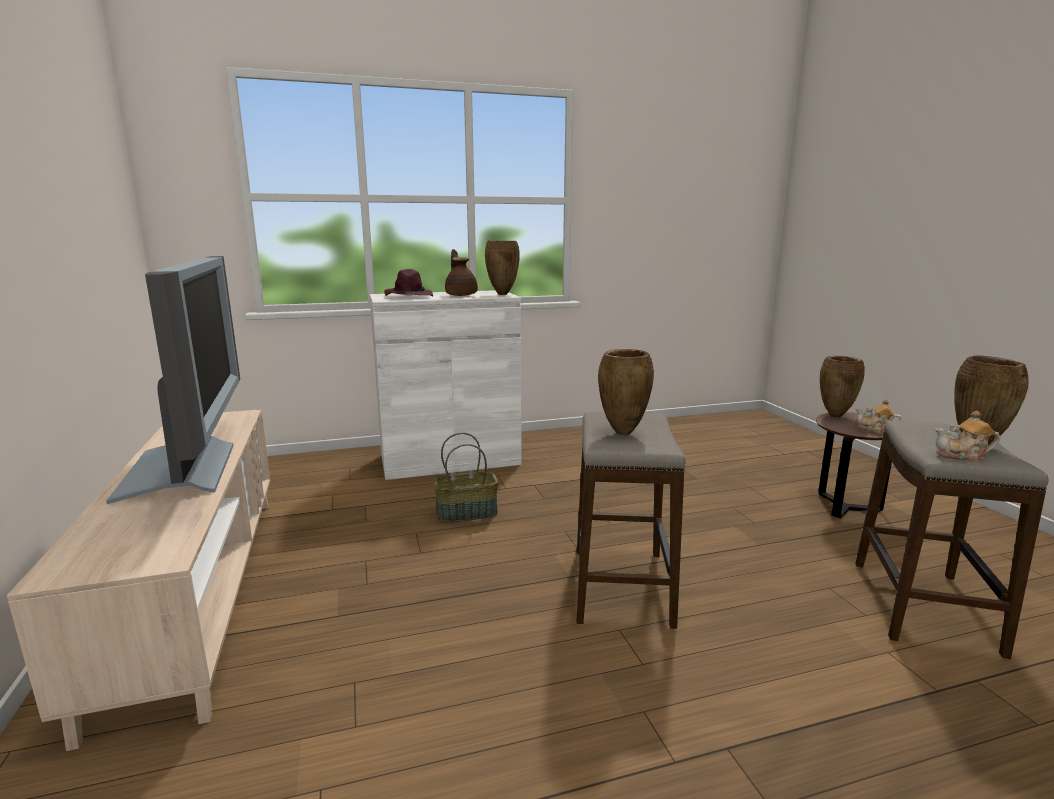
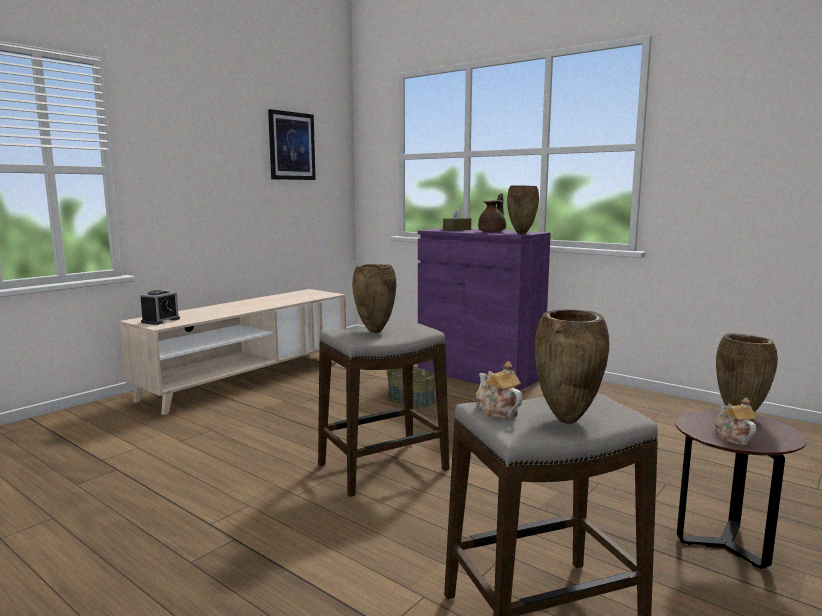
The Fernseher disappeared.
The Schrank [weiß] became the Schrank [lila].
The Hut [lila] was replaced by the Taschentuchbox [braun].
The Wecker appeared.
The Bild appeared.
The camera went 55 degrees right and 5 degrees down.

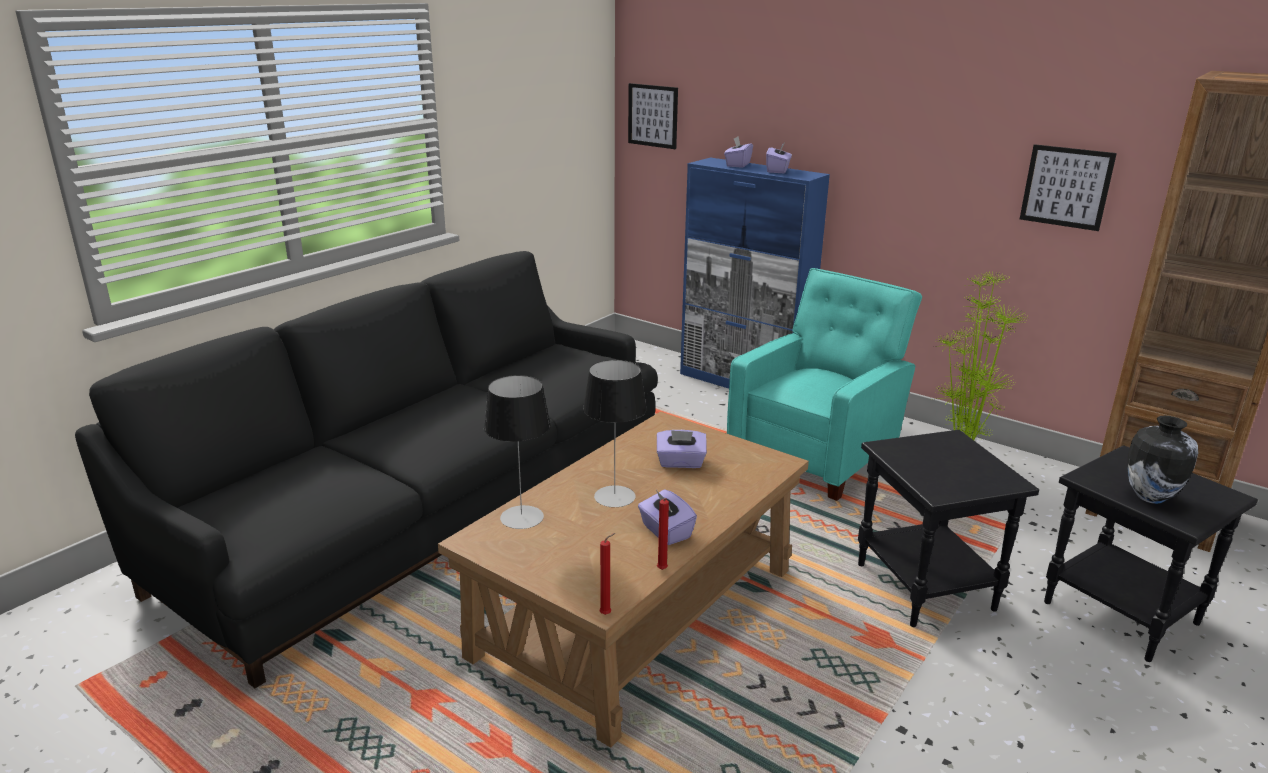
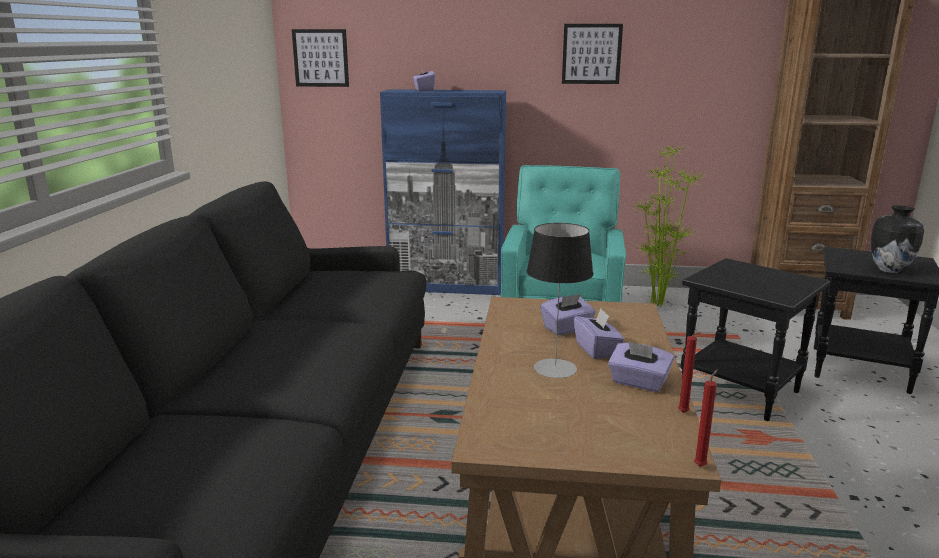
The Tischlampe (no. 1 from left) disappeared.
The Taschentuchbox [lila] (no. 4 from left in the first image) moved.
The Bild (no. 2 from left) moved.
The camera went 30 degrees left and 5 degrees down.

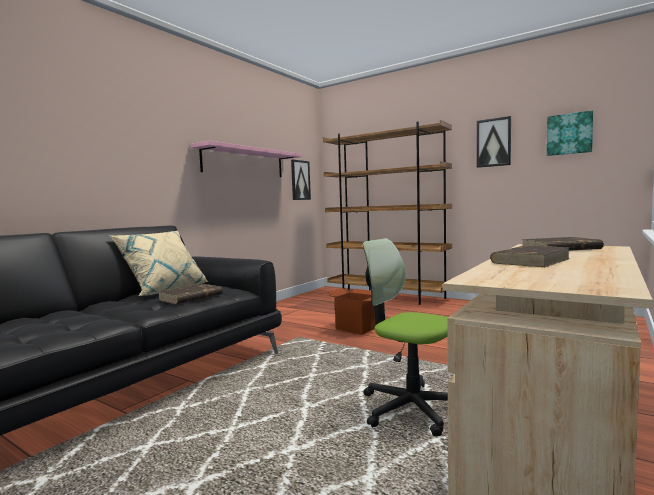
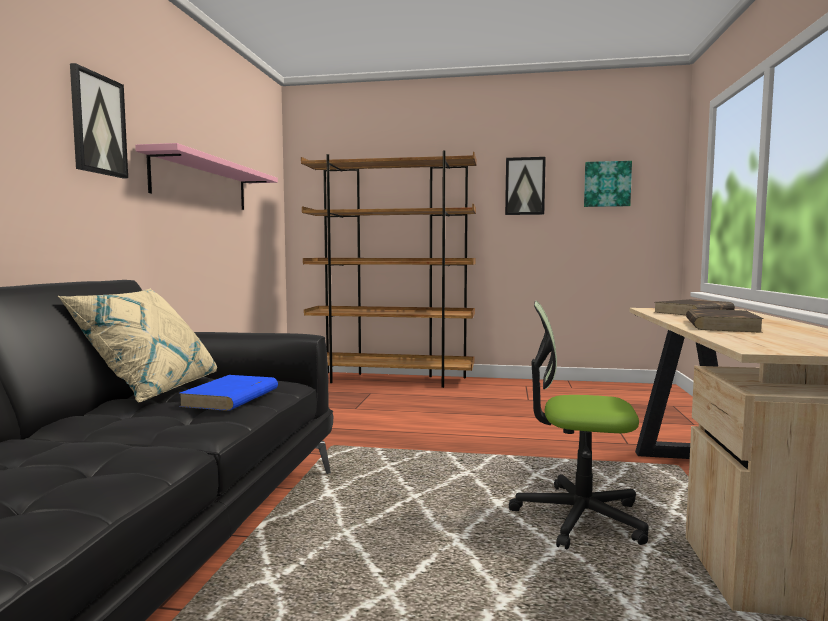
The Buch [braun] (no. 1 from left) became the Buch [blau].
The Bild (no. 1 from left) moved.
The Karton disappeared.
The camera went 25 degrees left and 0 degrees up.

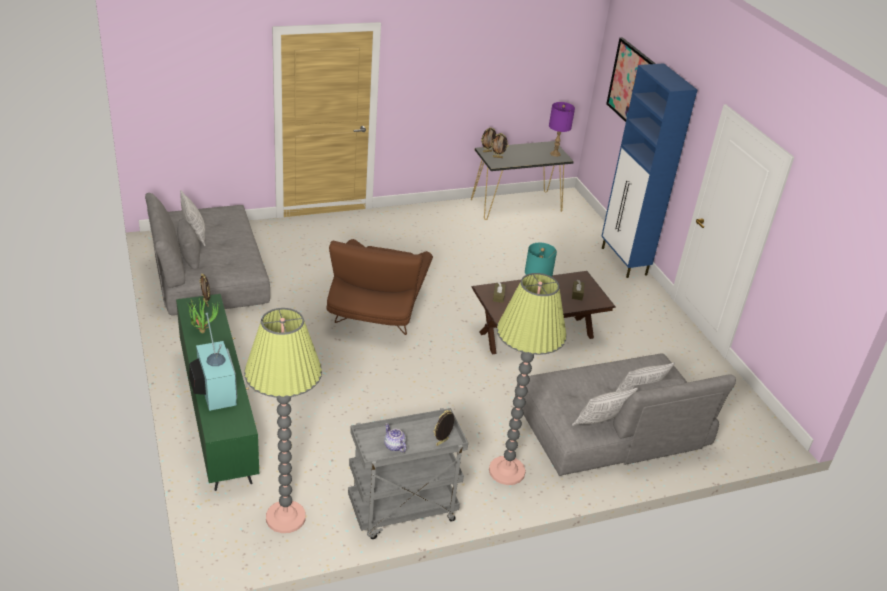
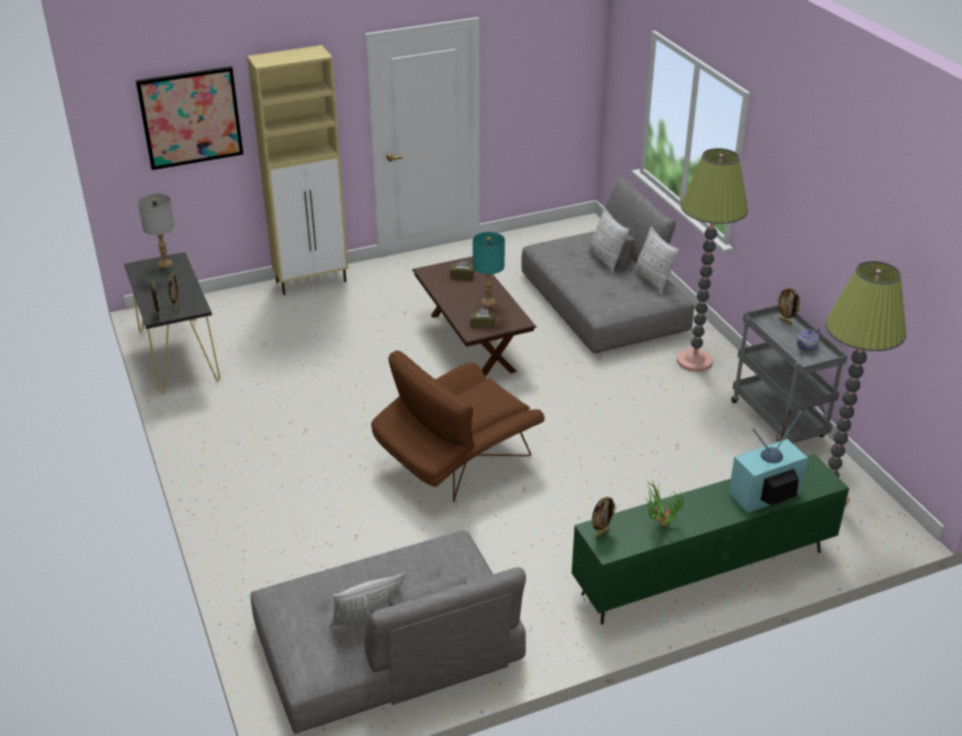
The Sessel [braun] turned 135 degrees clockwise.
The Tischlampe [lila] became the Tischlampe [grau].
The Schrank [blau] became the Schrank [beige].
The camera went 90 degrees left and 0 degrees up.

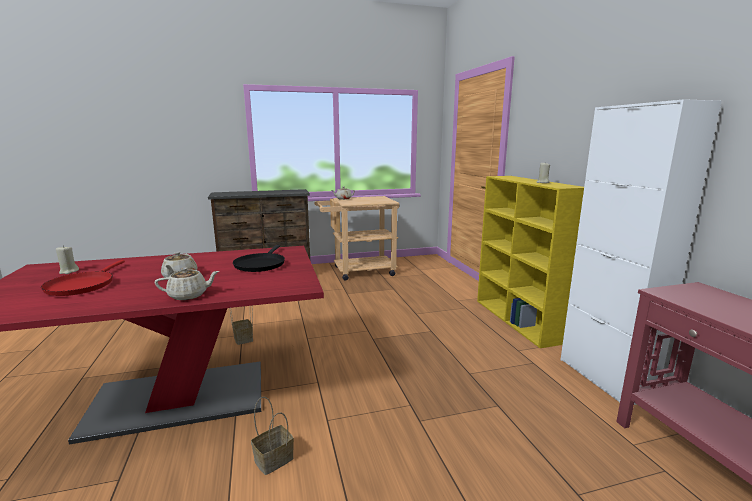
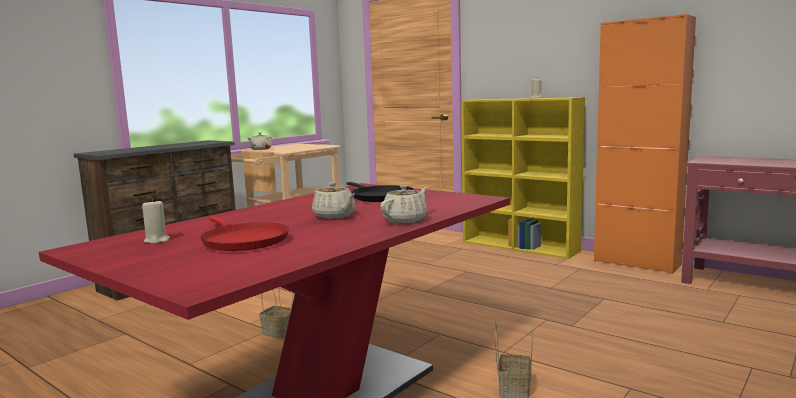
The Schrank [weiß] became the Schrank [orange].
The camera went 35 degrees left and 5 degrees down.

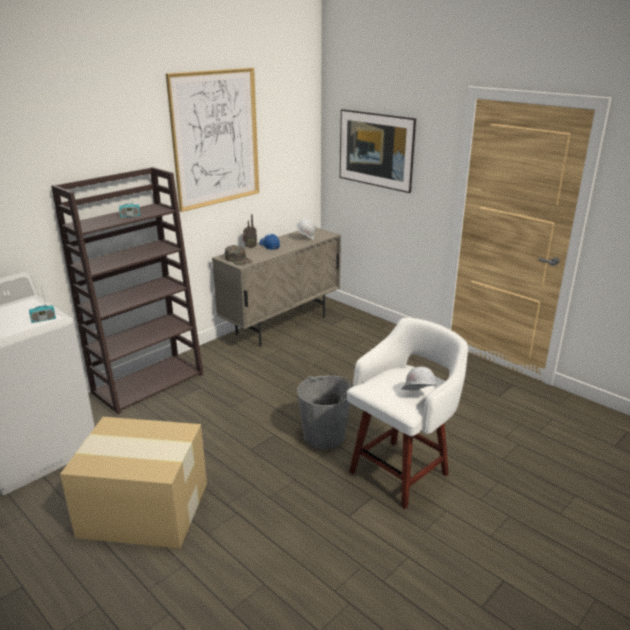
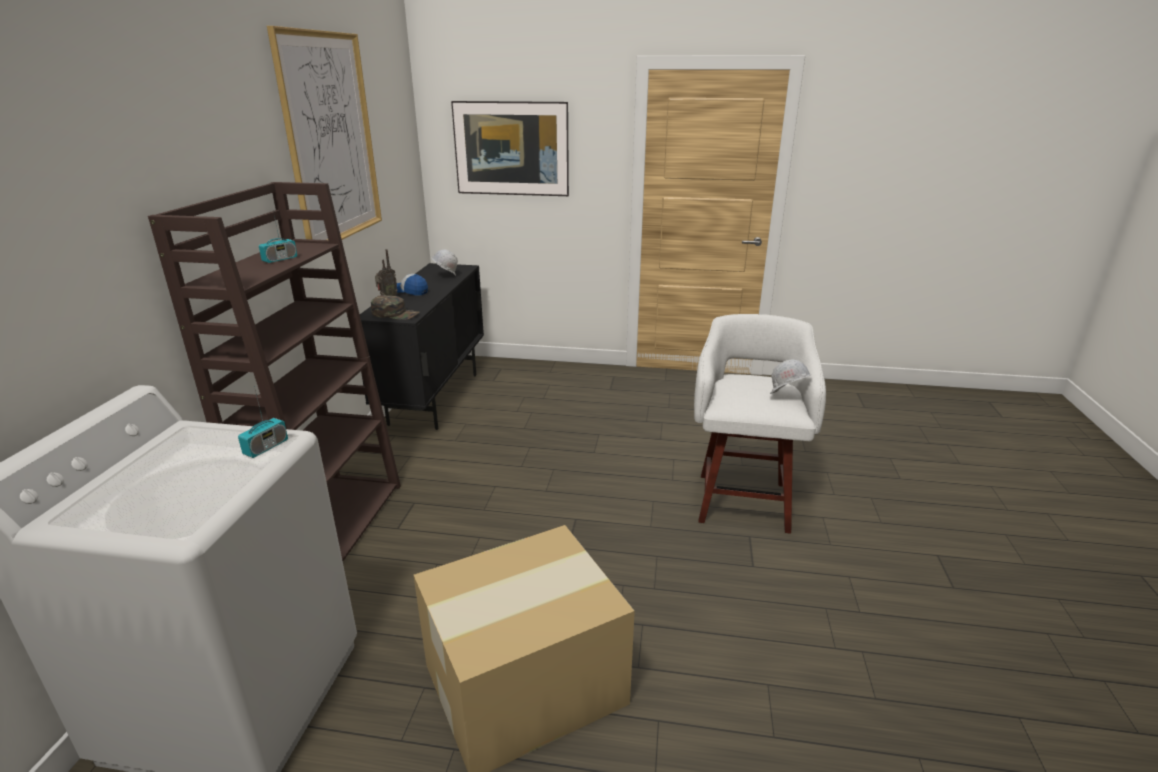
The Schrank [beige] became the Schrank [schwarz].
The Eimer [grau] disappeared.
The camera went 35 degrees left and 0 degrees up.

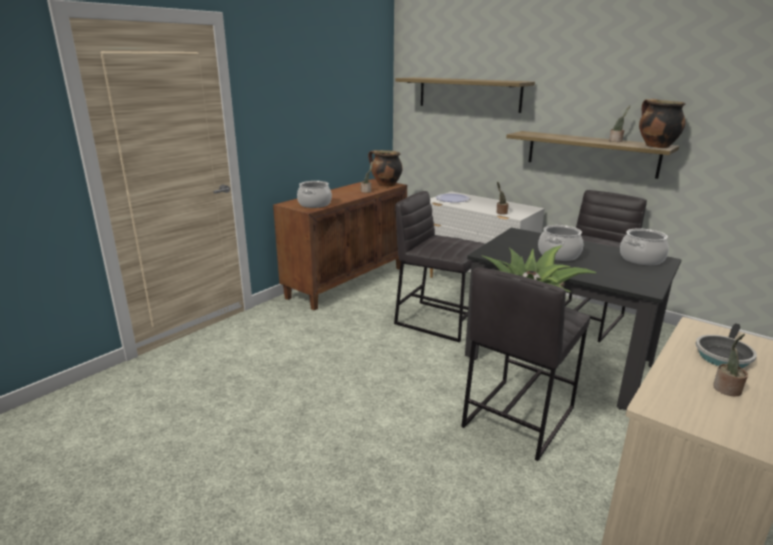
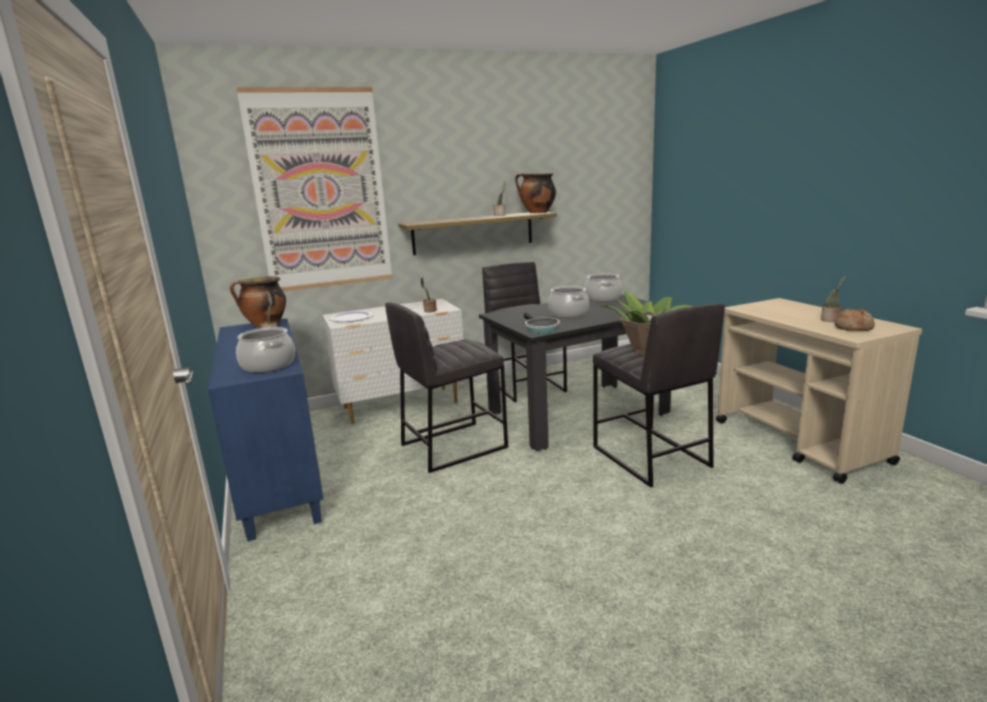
The Schrank [braun] became the Schrank [blau].
The Wandregal (no. 1 from left) was replaced by the Bild.
The Pfanne moved.
The Brot appeared.
The camera went 60 degrees left and 5 degrees down.

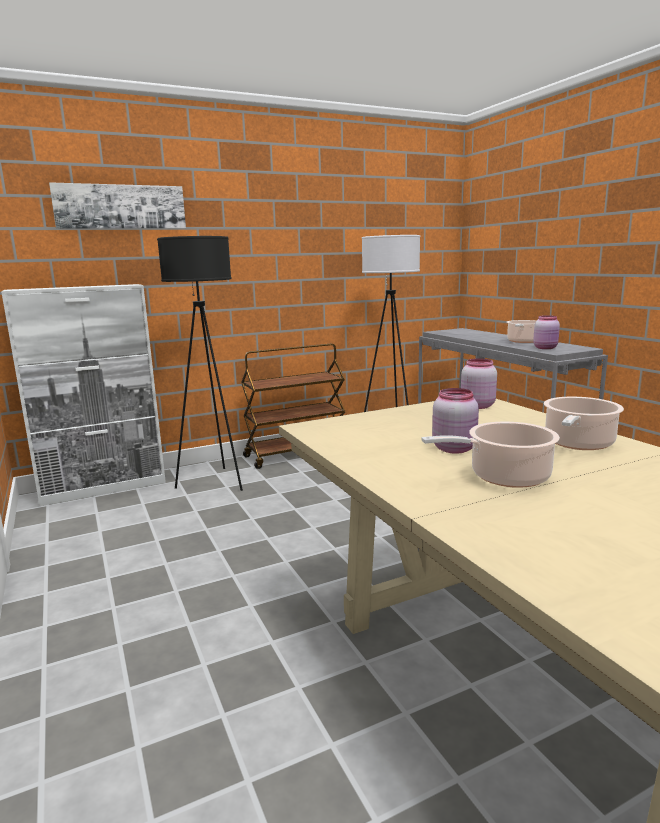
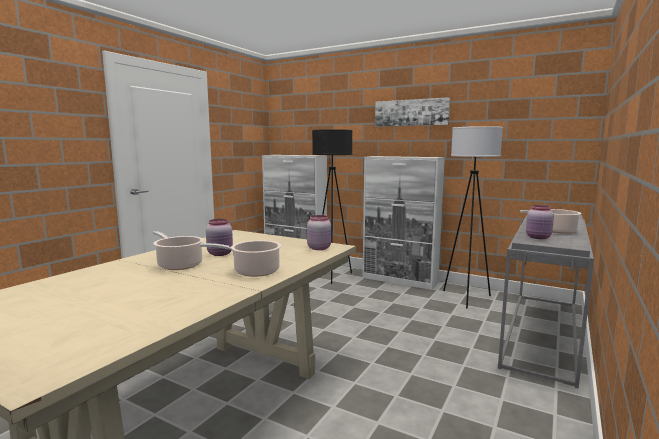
The Bild moved.
The Rollwagen [braun] was replaced by the Schrank [weiß] (no. 2 from left).
The camera went 55 degrees right and 5 degrees down.

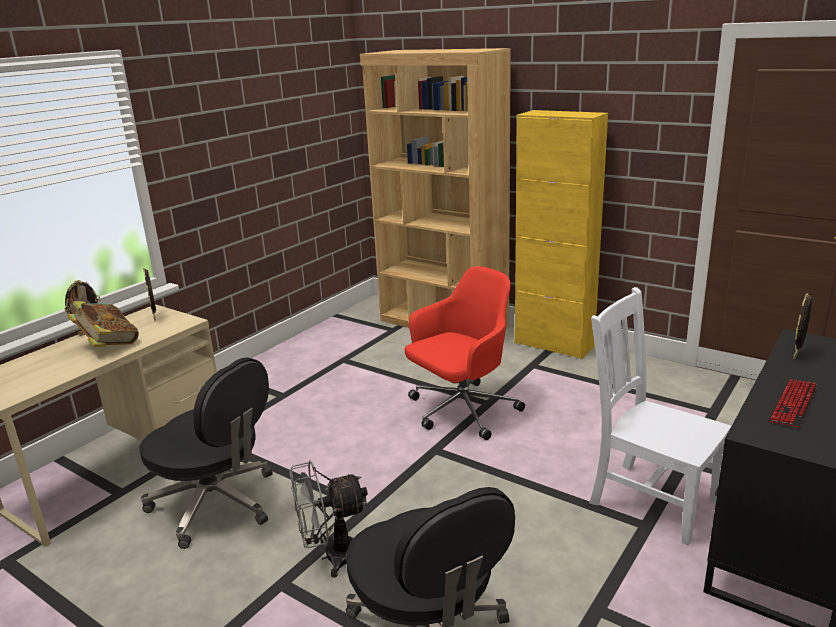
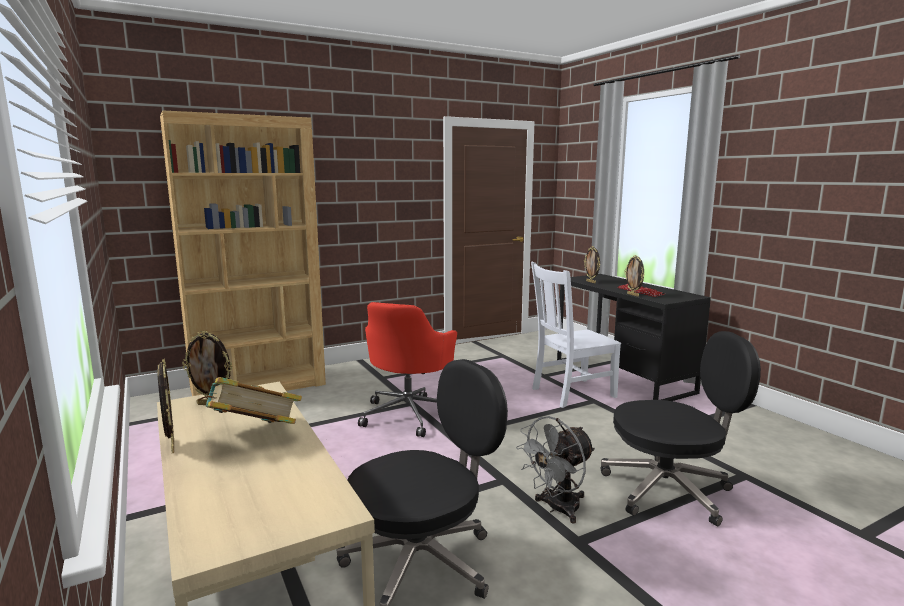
The Ventilator [grau] turned 45 degrees clockwise.
The Bürostuhl [rot] turned 150 degrees counterclockwise.
The Schrank [gelb] disappeared.
The Bilderrahmen (no. 4 from left) appeared.
The camera went 65 degrees left and 10 degrees down.

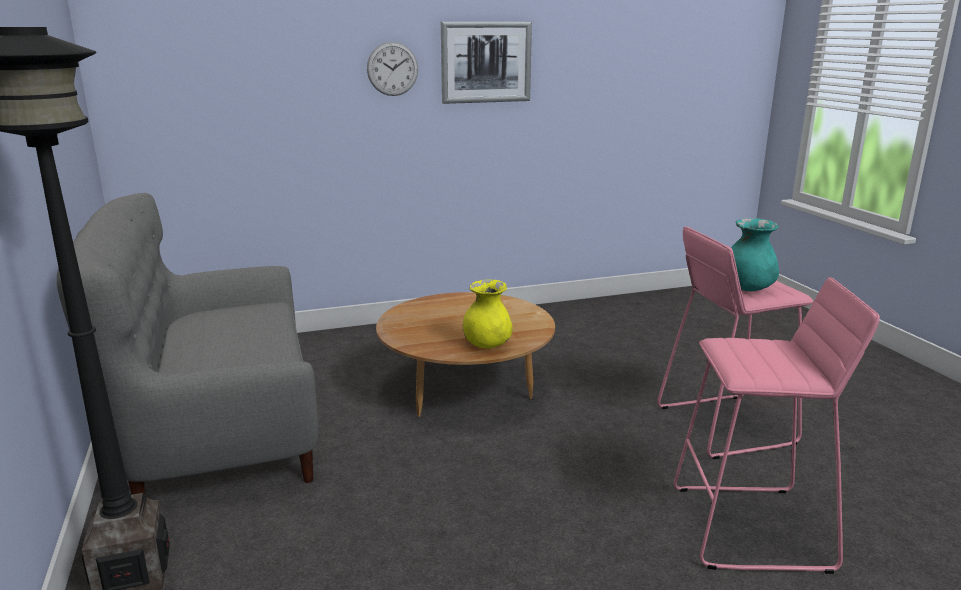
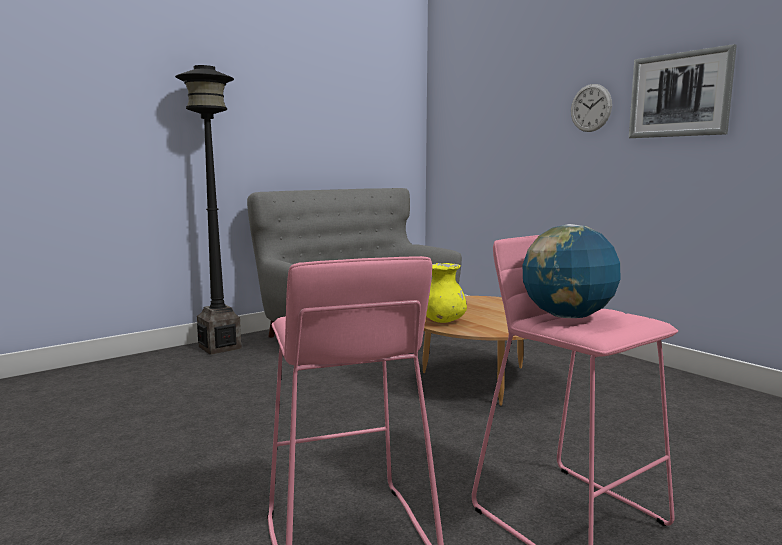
The Vase [türkis] was replaced by the Globus.
The camera went 70 degrees right and 10 degrees down.

